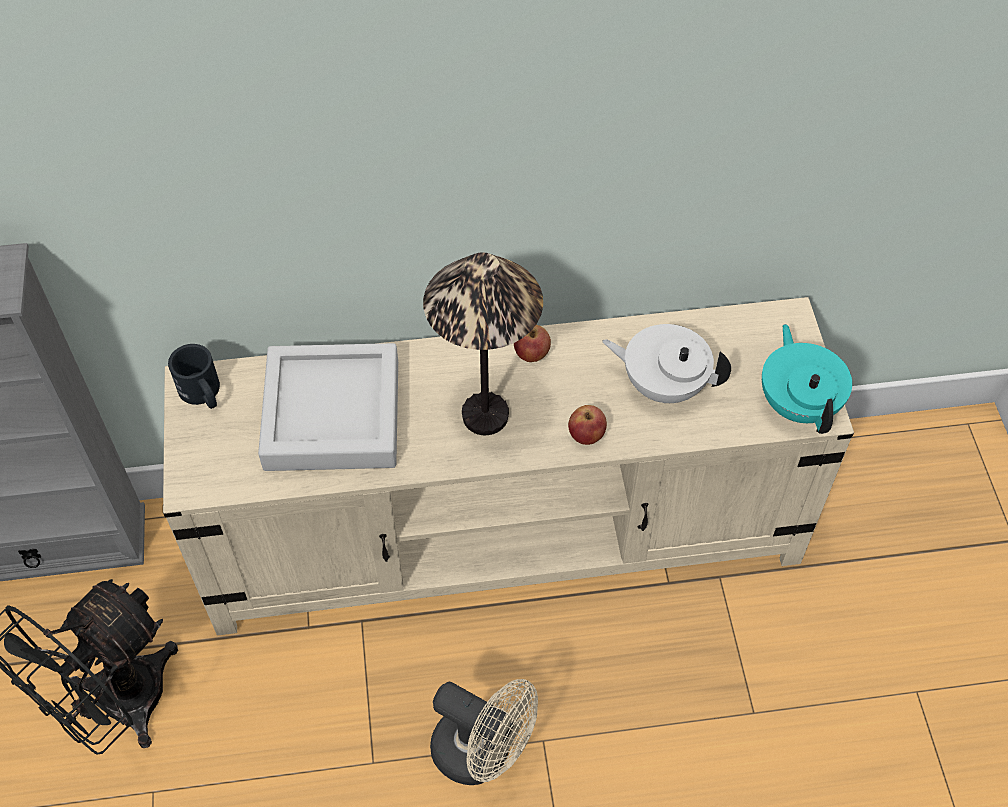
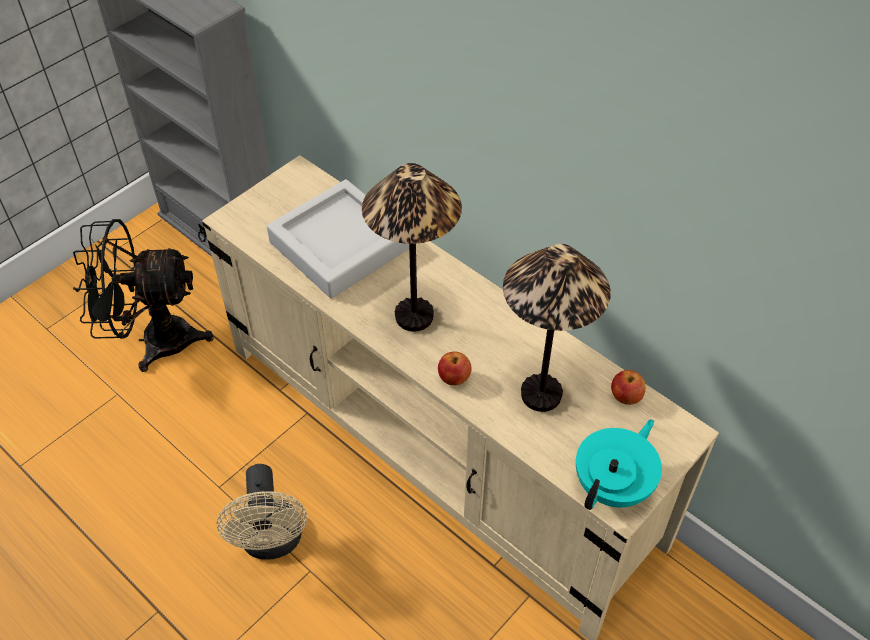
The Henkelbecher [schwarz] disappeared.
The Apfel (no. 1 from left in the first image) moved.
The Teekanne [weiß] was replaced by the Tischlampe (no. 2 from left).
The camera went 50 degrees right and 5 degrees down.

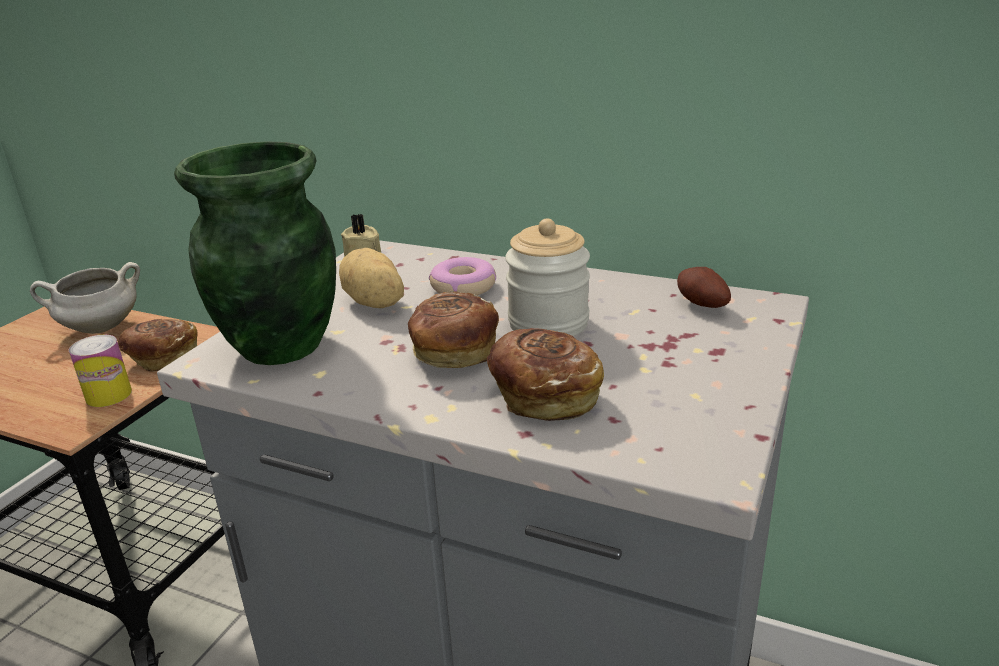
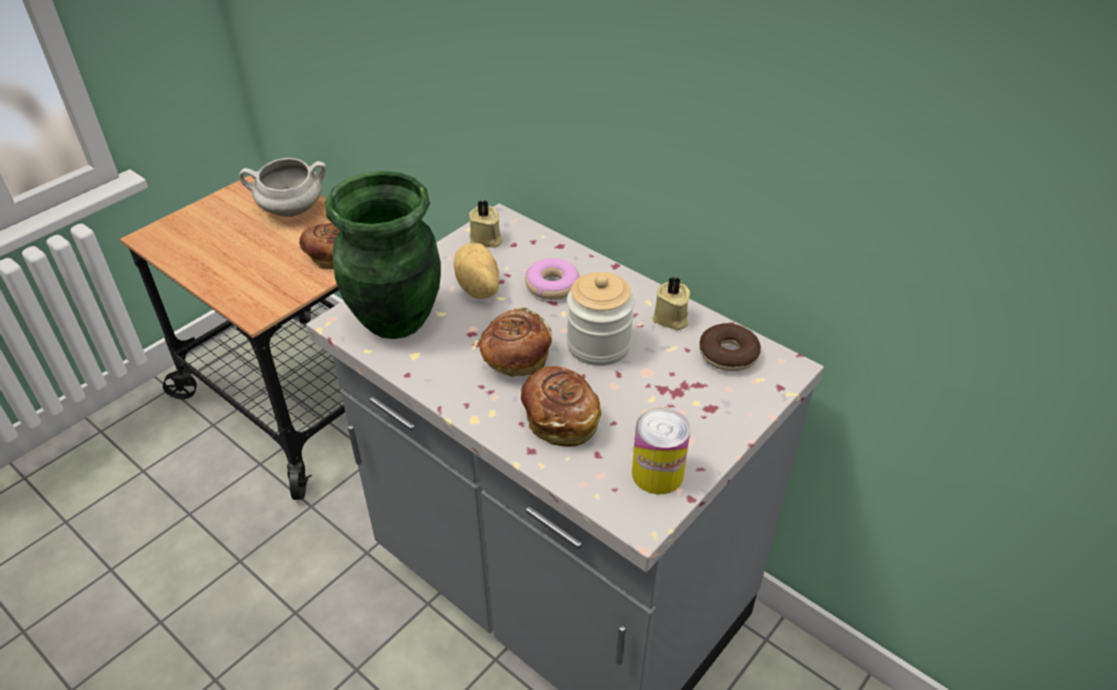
The Dose moved.
The Kartoffel (no. 2 from left) was replaced by the Donut (no. 2 from left).
The Kerze [beige] (no. 2 from left) appeared.
The camera went 15 degrees right and 15 degrees up.

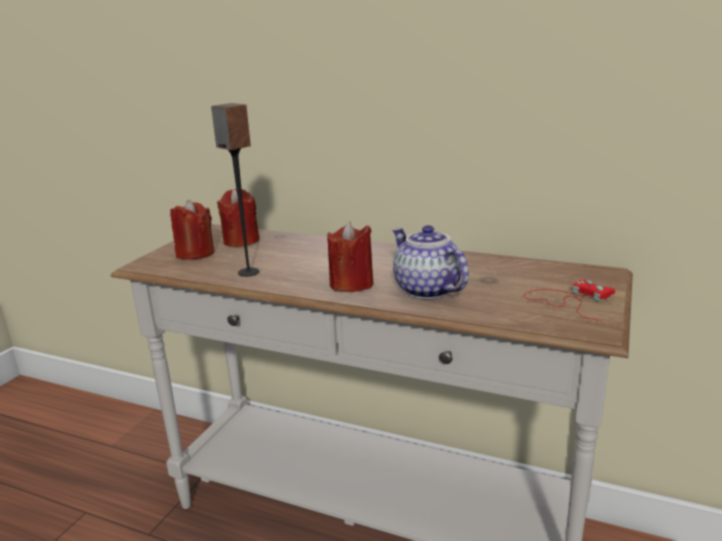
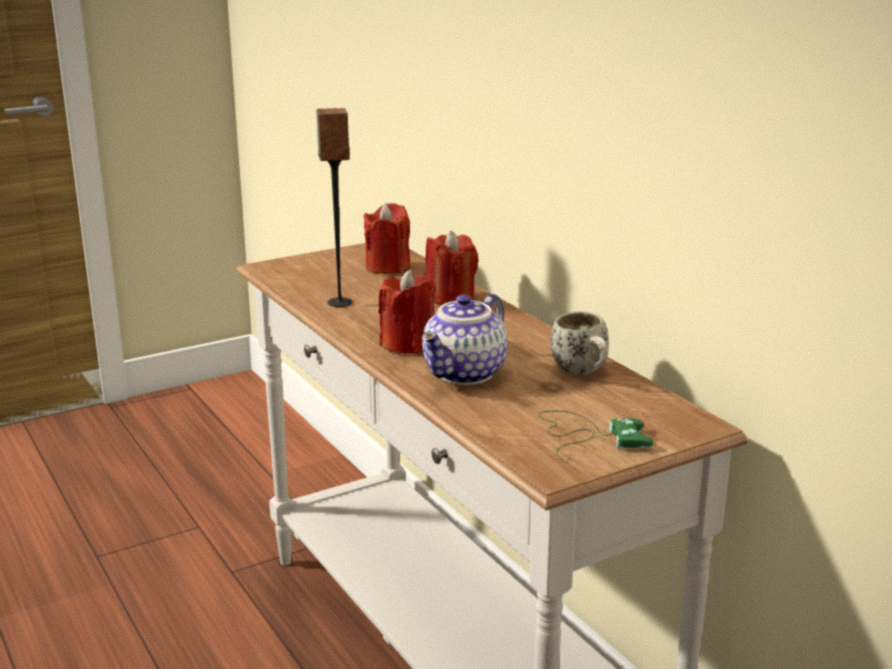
The Kerze [rot] (no. 1 from left in the first image) moved.
The Teekanne turned 150 degrees counterclockwise.
The Gamepad [rot] became the Gamepad [grün].
The Henkelbecher [weiß] appeared.
The camera went 35 degrees right and 0 degrees up.

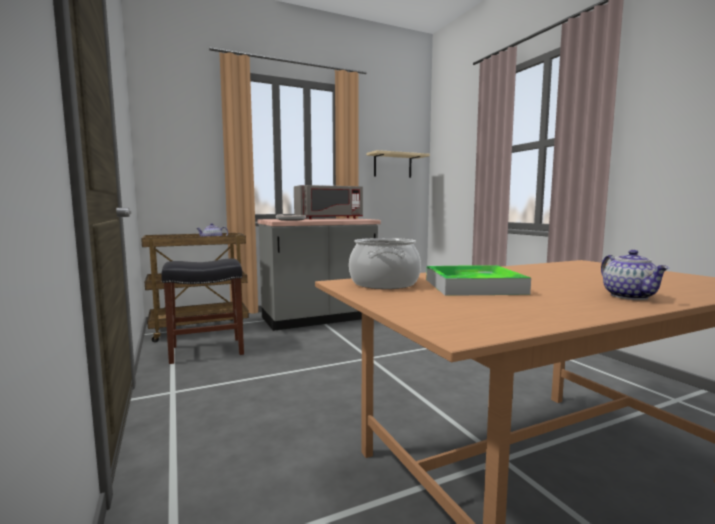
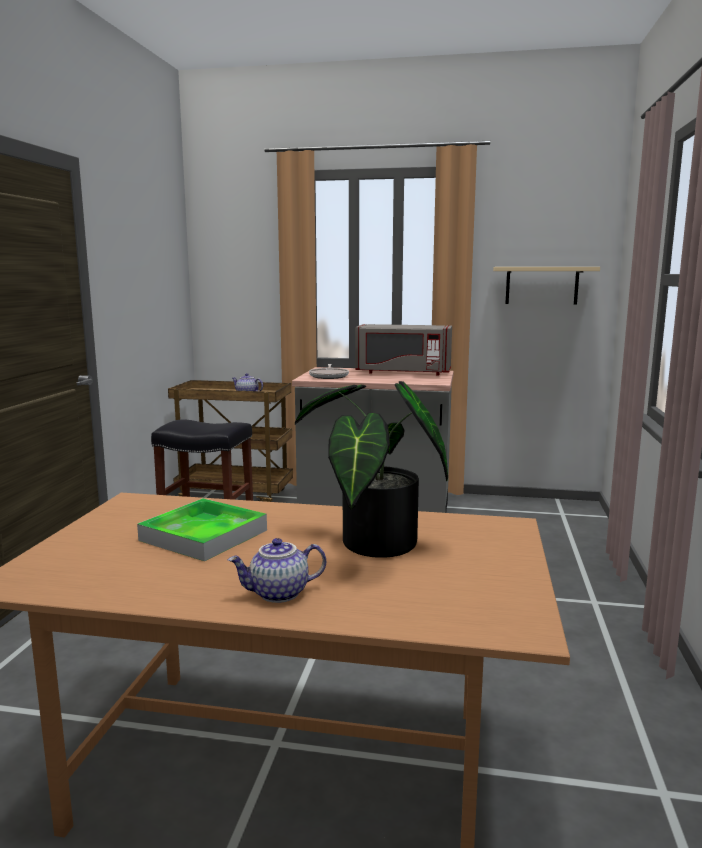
The Kochtopf disappeared.
The Teekanne (no. 2 from left) turned 45 degrees clockwise.
The Topfpflanze appeared.
The camera went 35 degrees right and 5 degrees up.

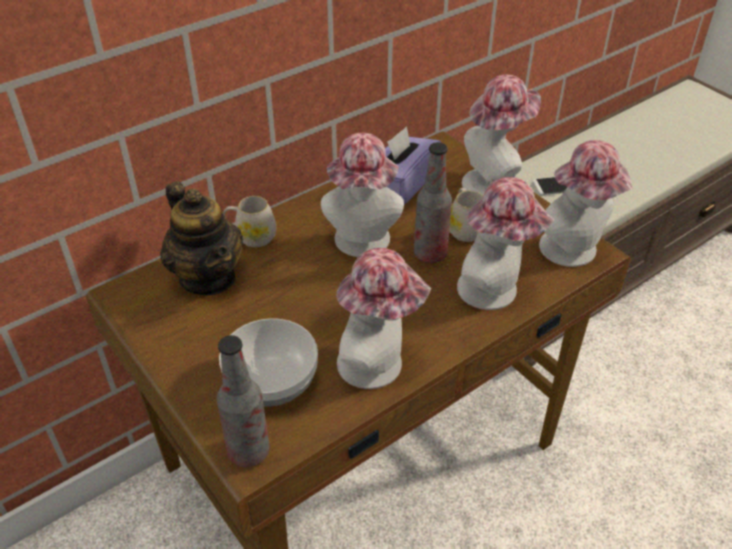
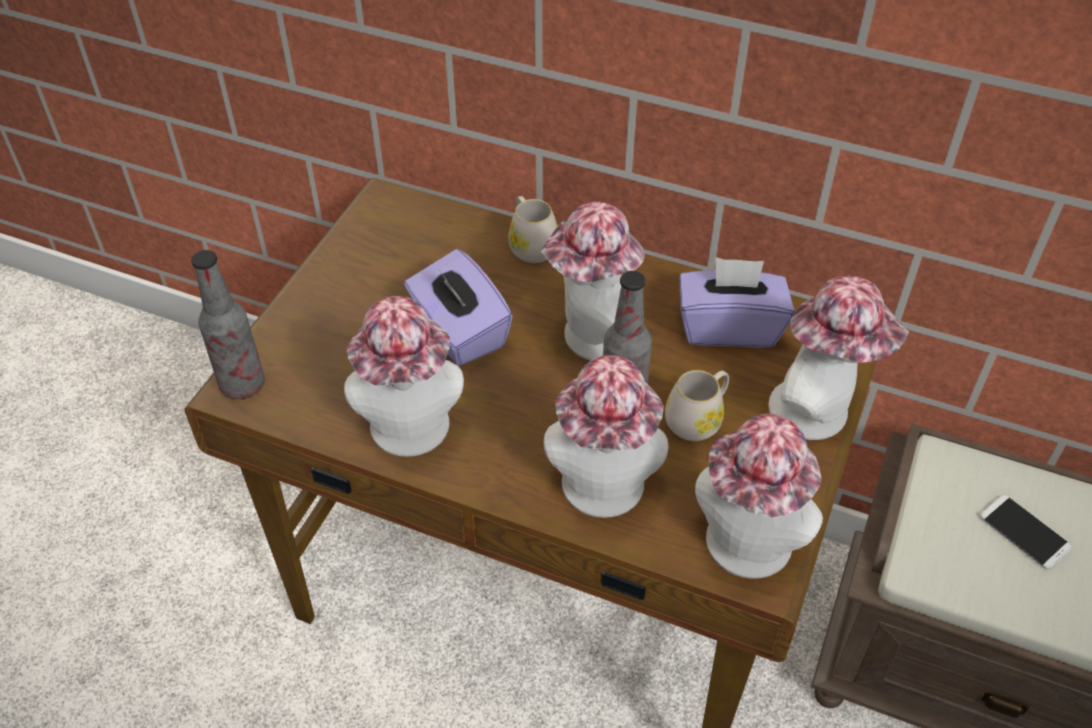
The Teekanne disappeared.
The Schüssel disappeared.
The Taschentuchbox [lila] (no. 1 from left) appeared.
The camera went 60 degrees right and 5 degrees up.

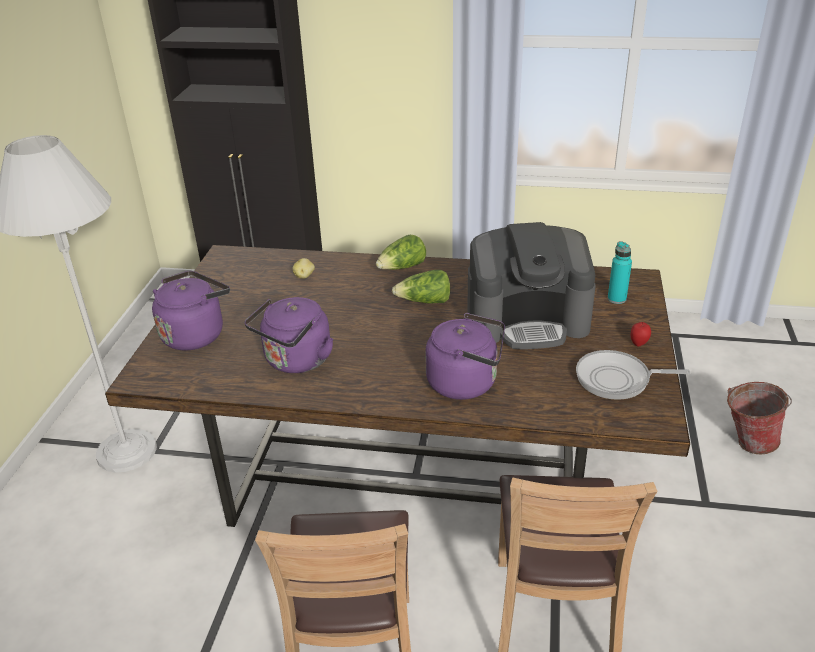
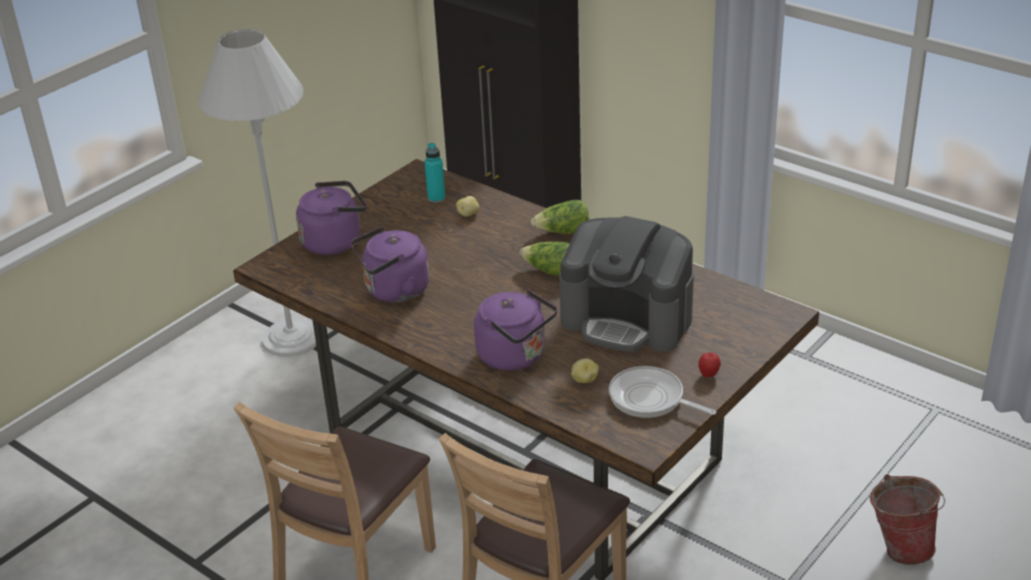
The Flasche [türkis] moved.
The Kartoffel (no. 2 from left) appeared.
The camera went 30 degrees right and 0 degrees up.

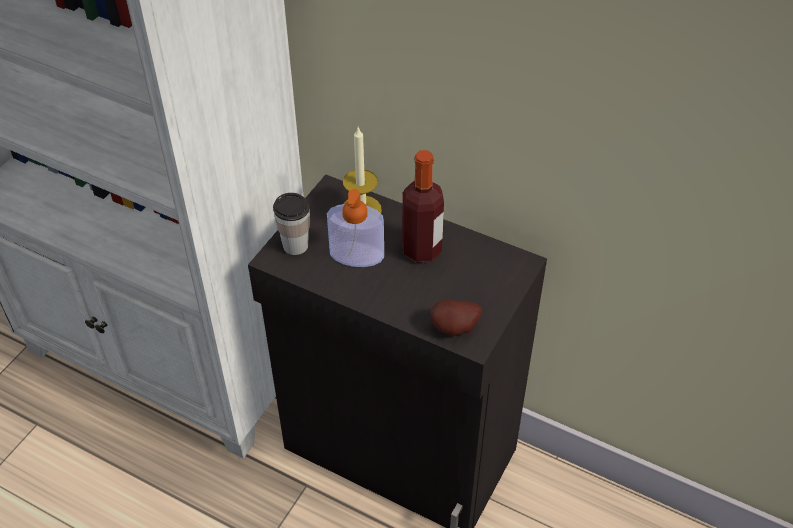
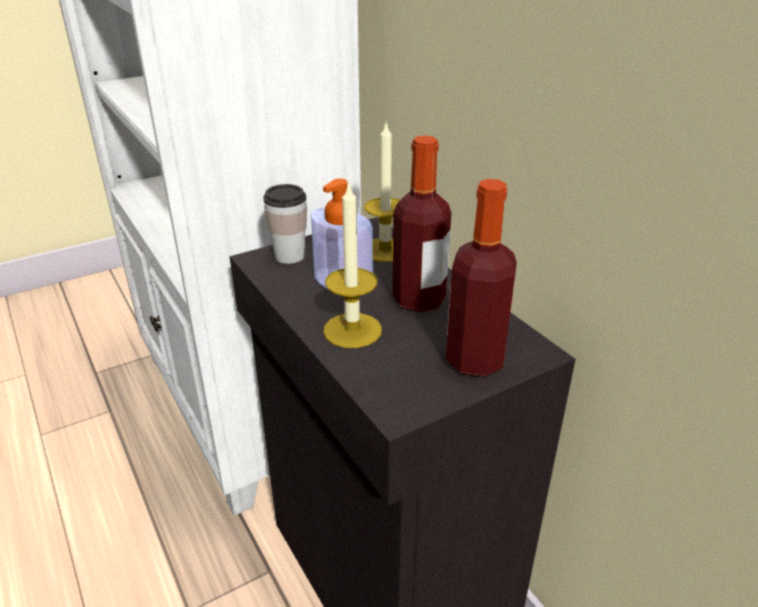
The Kartoffel disappeared.
The Kerze (no. 1 from left) appeared.
The Flasche (no. 2 from left) appeared.
The camera went 30 degrees right and 15 degrees down.

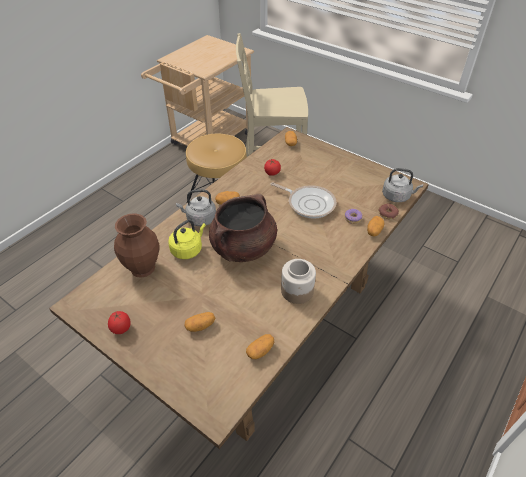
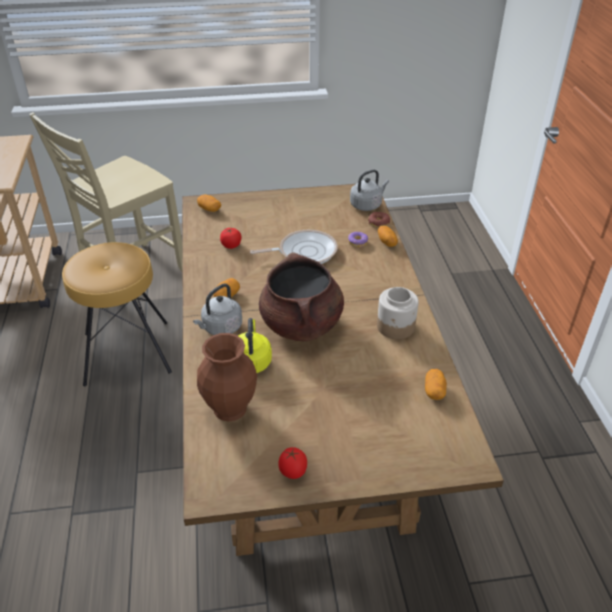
The Kartoffel (no. 1 from left) disappeared.
The camera went 45 degrees left and 5 degrees down.

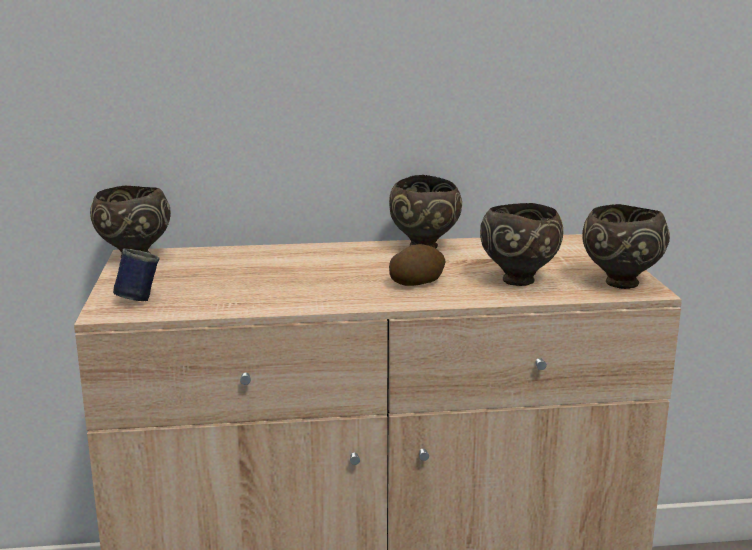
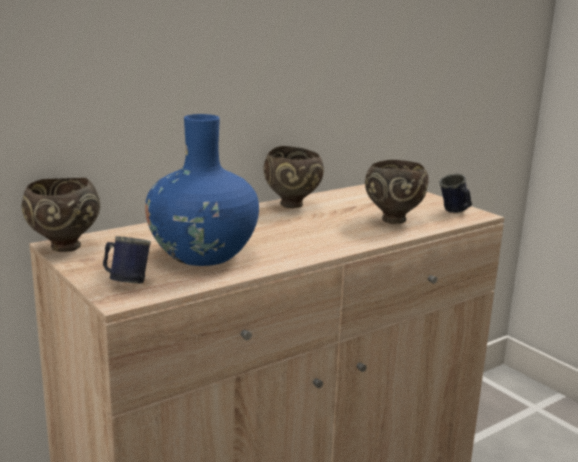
The Kartoffel disappeared.
The Schüssel [braun] (no. 4 from left) was replaced by the Henkelbecher [blau] (no. 2 from left).
The Vase [blau] appeared.
The camera went 30 degrees left and 0 degrees up.

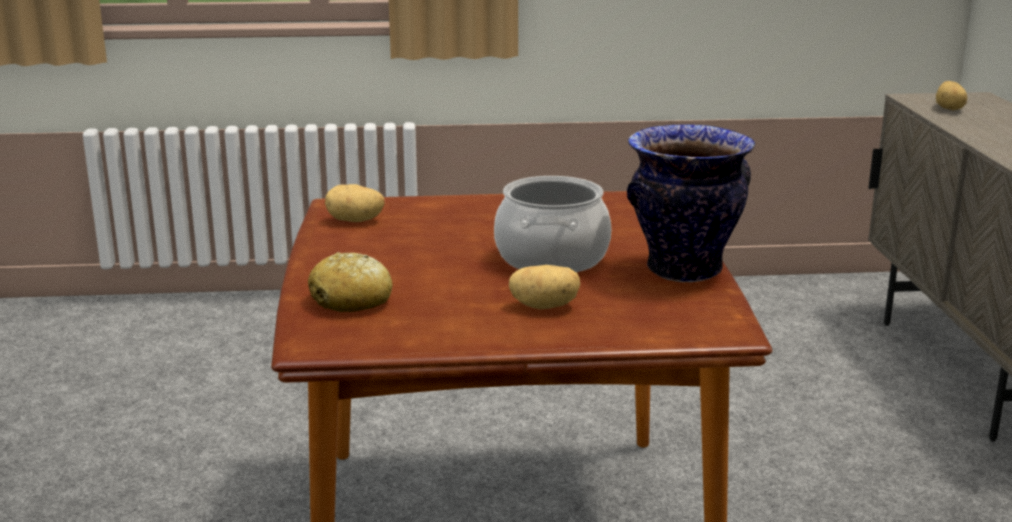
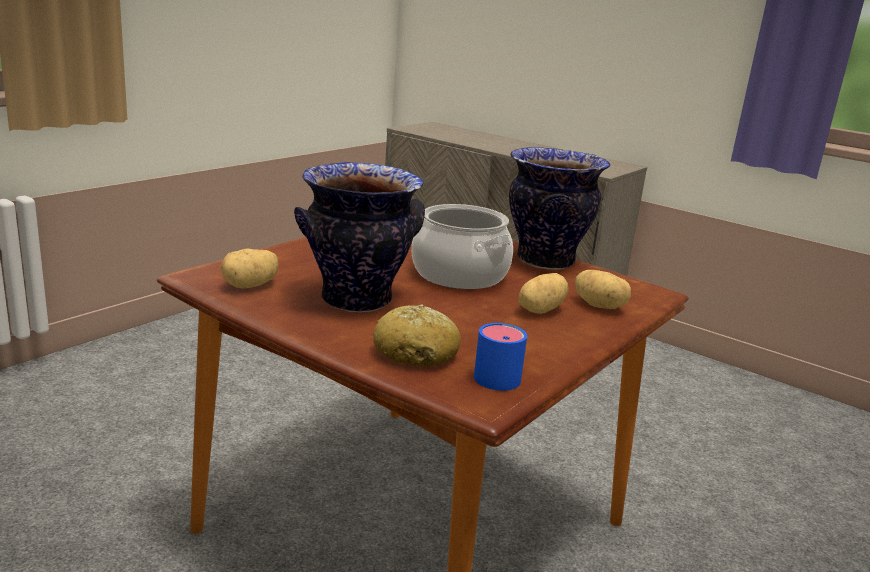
The Kartoffel (no. 3 from left) moved.
The Vase (no. 1 from left) appeared.
The Henkelbecher [blau] appeared.
The camera went 50 degrees left and 0 degrees up.

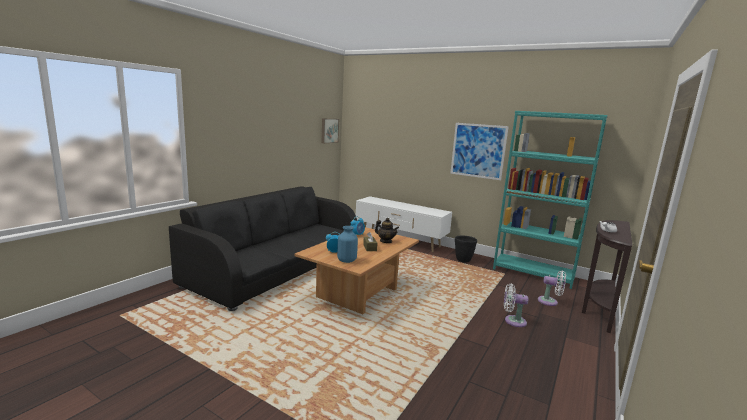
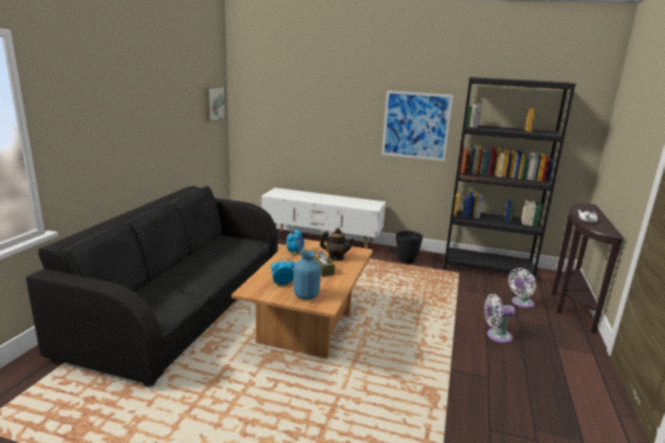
The Bücherregal [türkis] became the Bücherregal [schwarz].
The Ventilator [weiß] (no. 2 from left) turned 135 degrees clockwise.
The camera went 15 degrees left and 5 degrees up.

